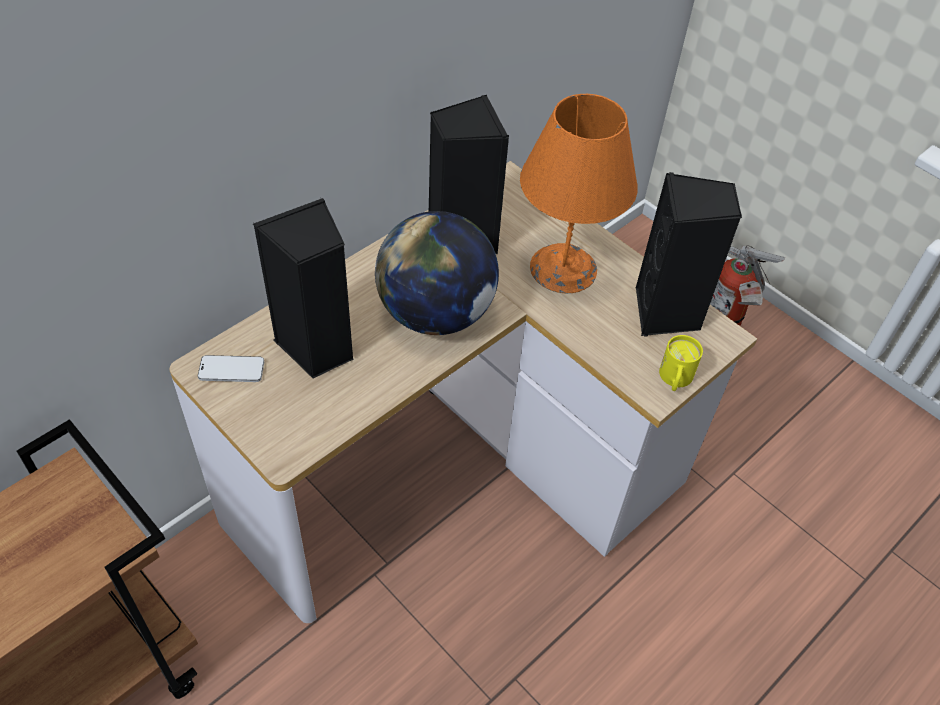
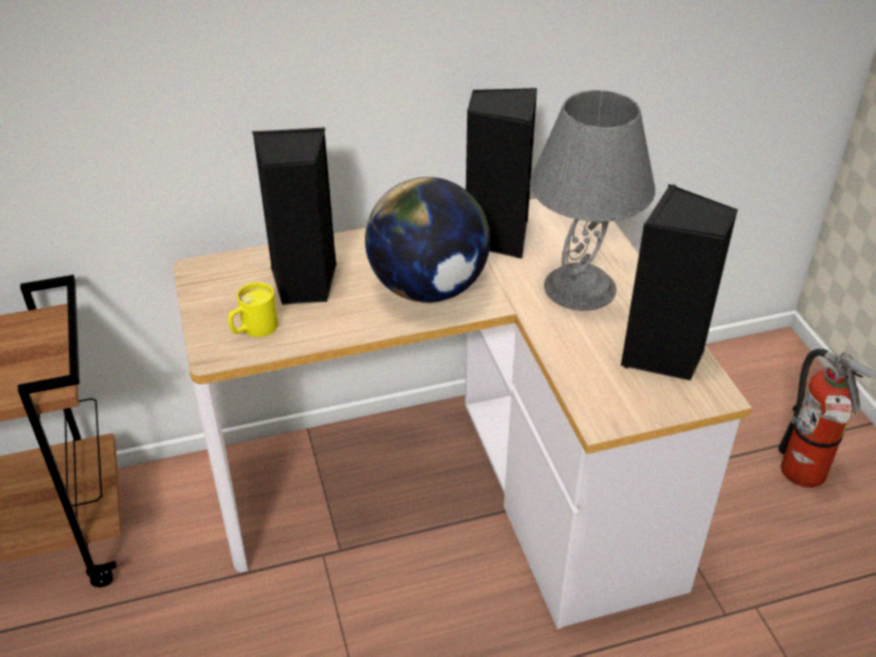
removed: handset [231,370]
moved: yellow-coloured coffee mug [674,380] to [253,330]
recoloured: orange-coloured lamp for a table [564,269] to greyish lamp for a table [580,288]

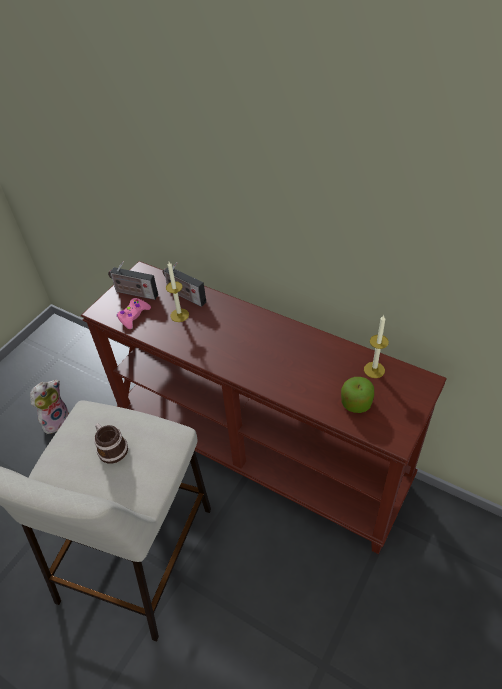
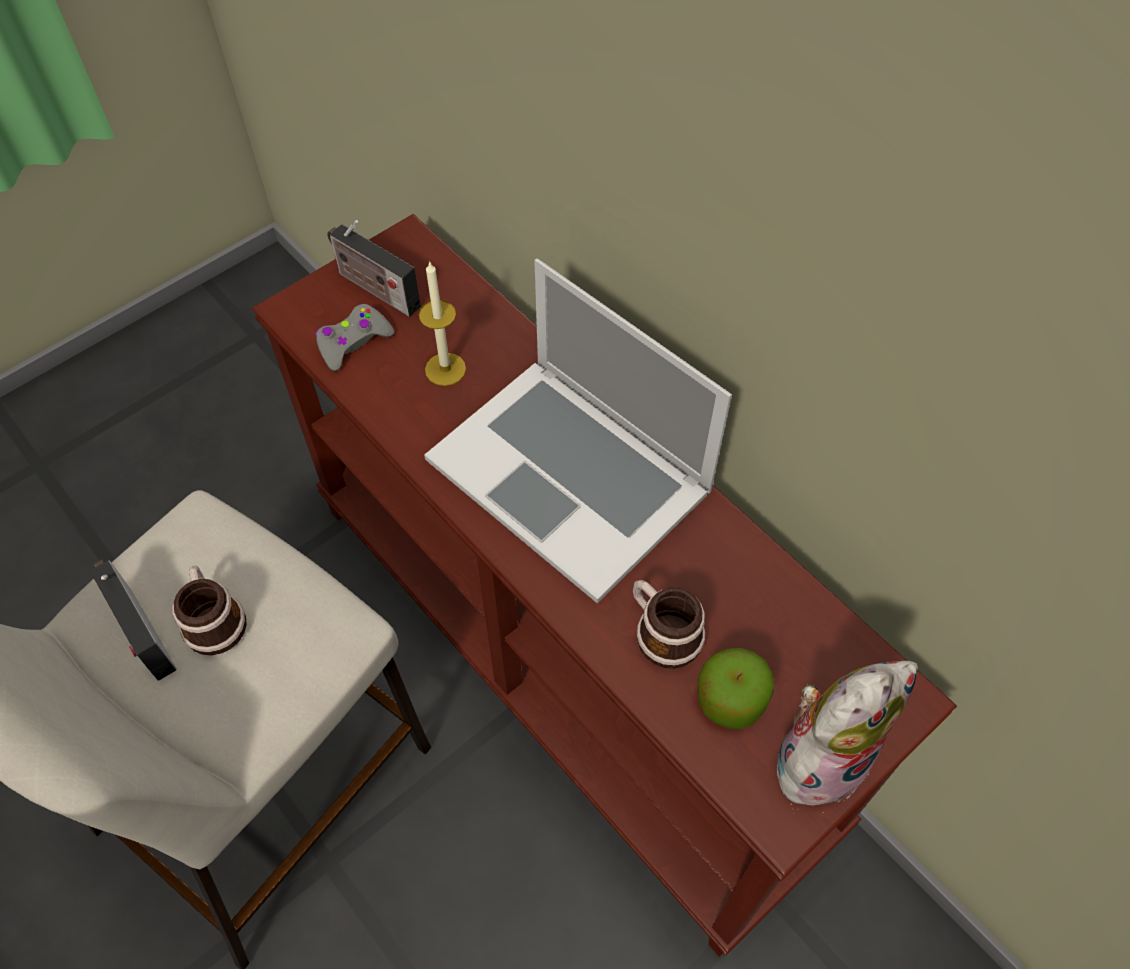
removed: wax light [374,370]
added: portable computer [569,473]; coffee mug [662,631]
moved: radio receiver [184,295] to [140,630]; soft toy [56,420] to [821,756]
recoloured: pink-coloured joypad [133,316] to greyish joypad [353,342]

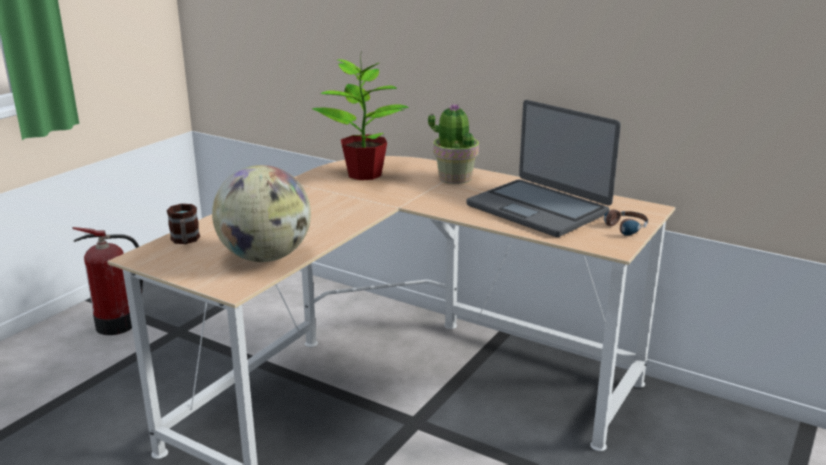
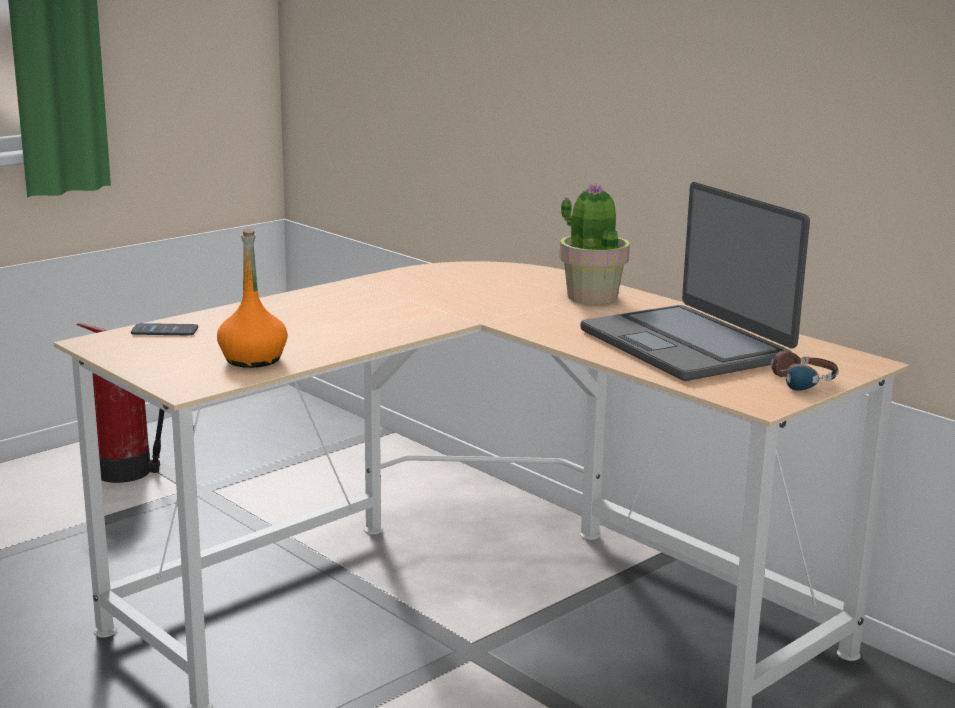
removed: plant in a pot [365,174]
replaced: coffee mug [185,241] to handset [164,331]; world globe [265,257] to orange-coloured drink bottle [253,359]

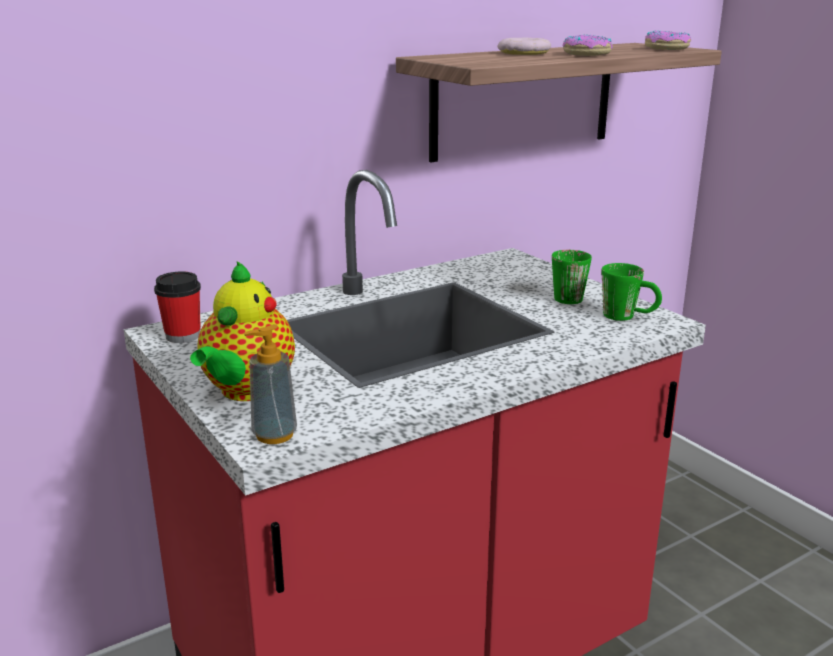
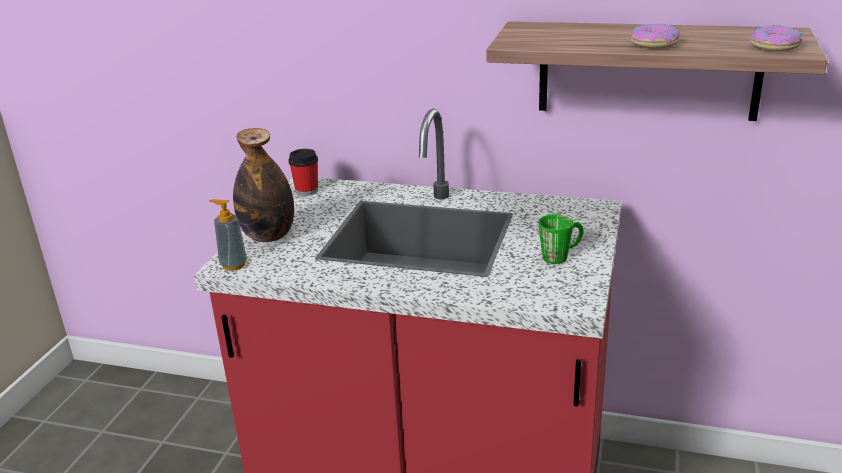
removed: ring doughnut [523,53]; greenish coffee mug [628,317]
replaced: teapot [246,391] to drink bottle [268,236]

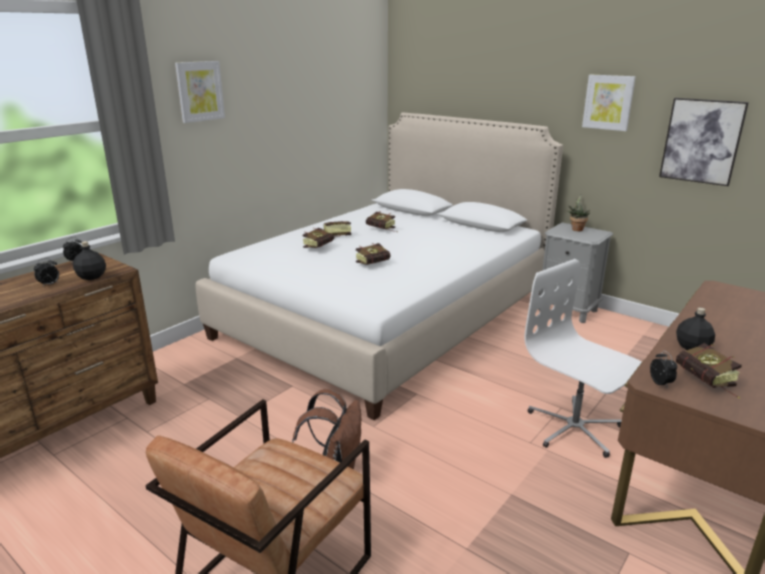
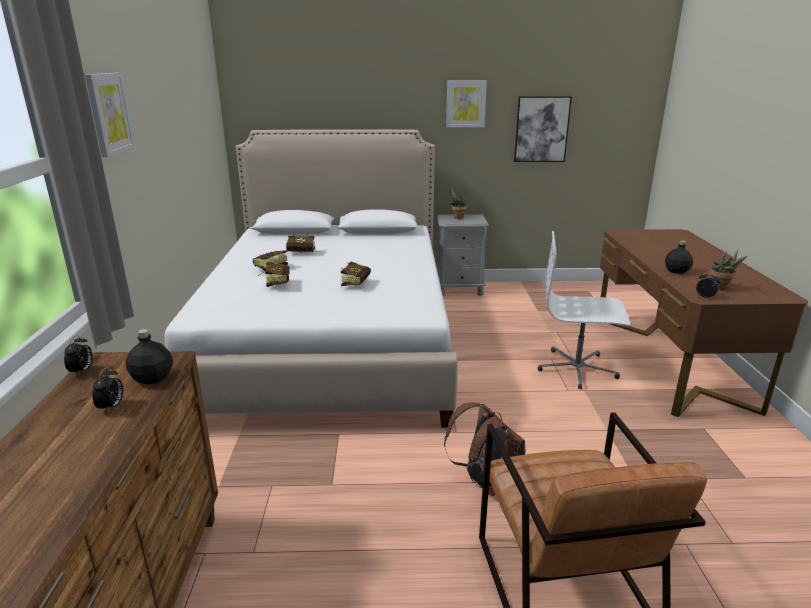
replaced: book [708,383] to plant in a pot [721,288]

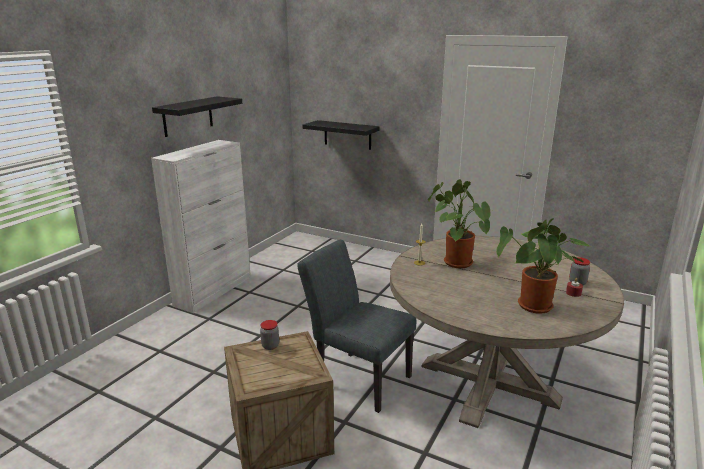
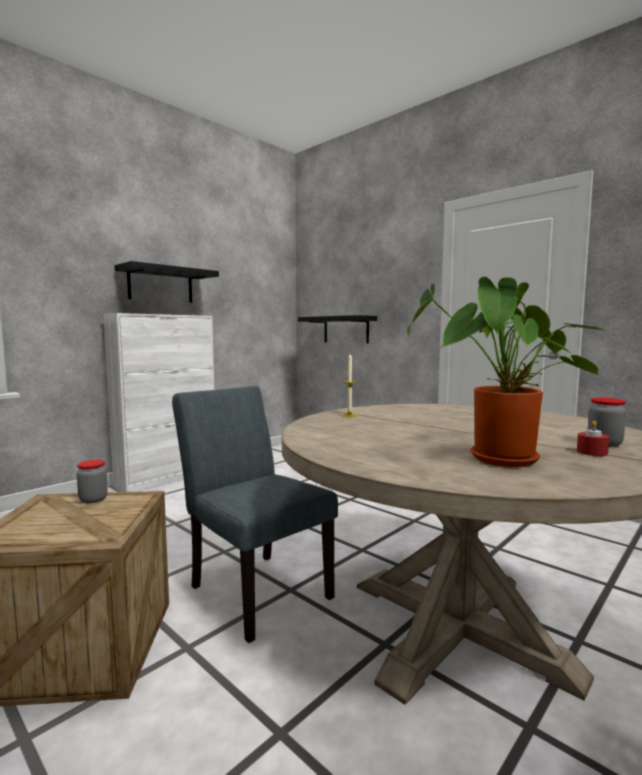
removed: plant in a pot [455,262]

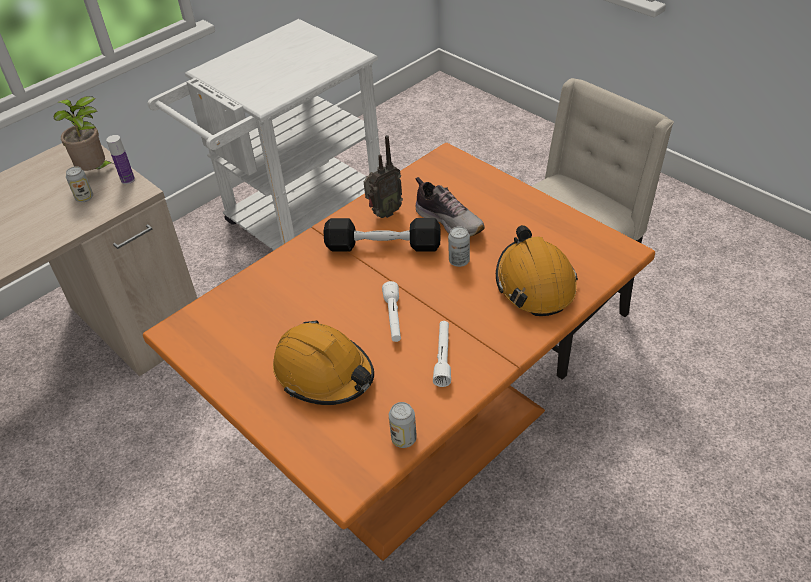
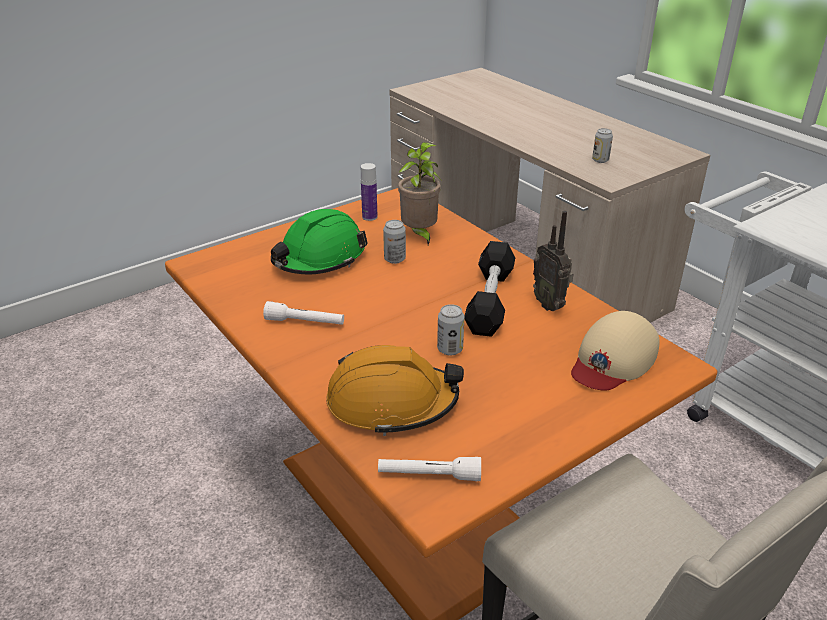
removed: item of footwear [449,221]
added: beige-coloured cap [613,359]
moved: drink bottle [127,180] to [369,217]; white hand torch [393,318] to [429,475]; sealed can [404,439] to [394,259]; plant in a pot [96,172] to [419,235]
recoloured: orange-coloured hard hat [324,373] to greenish hard hat [319,258]

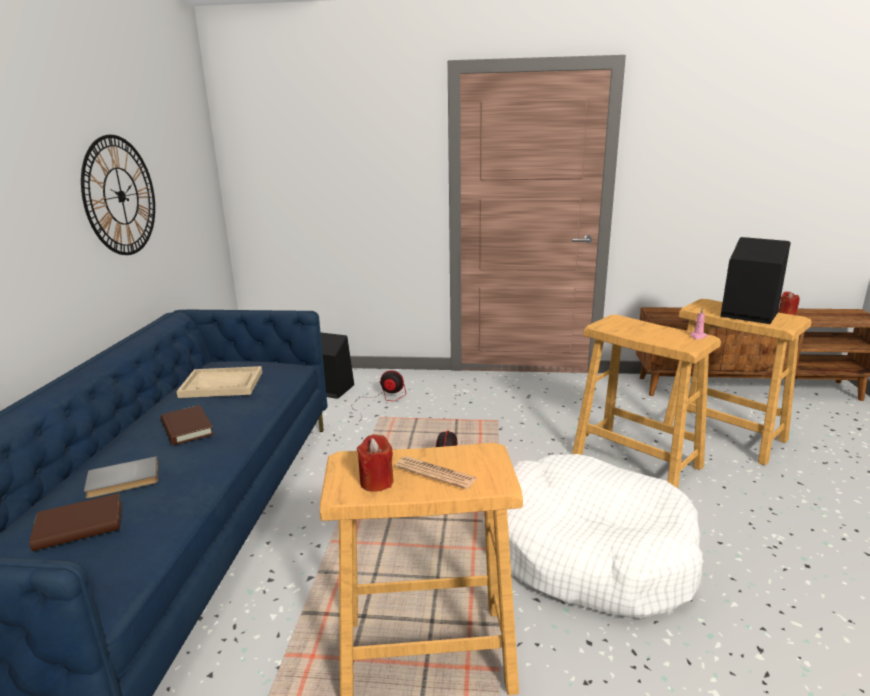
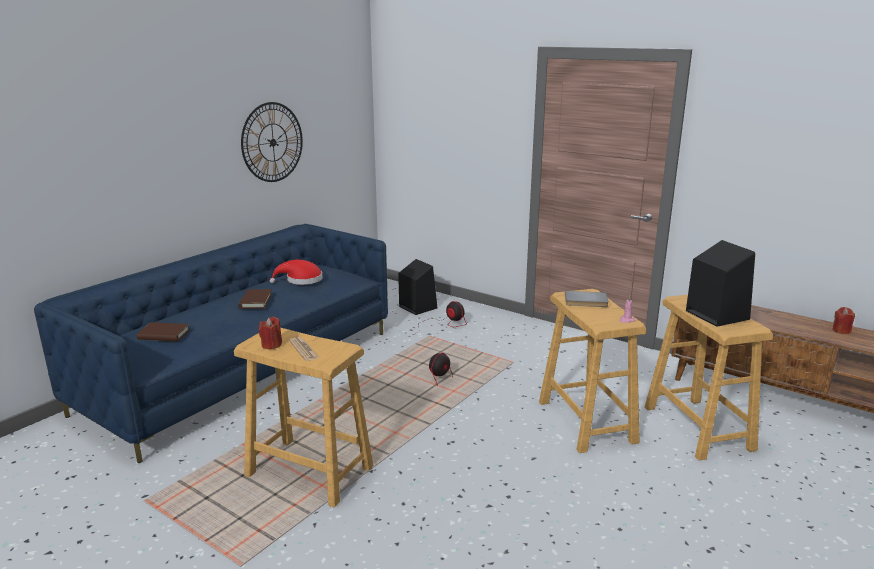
removed: white dog bed [586,552]
moved: greyish book [123,481] to [586,301]
replaced: beige-coloured serving tray [222,384] to reddish clothing hat [301,280]

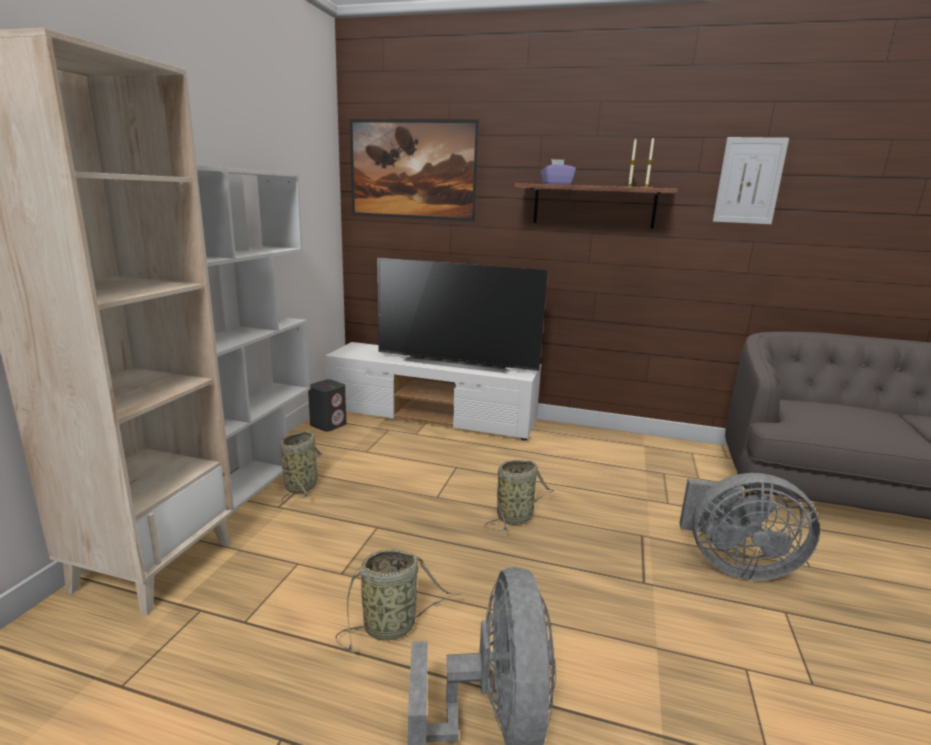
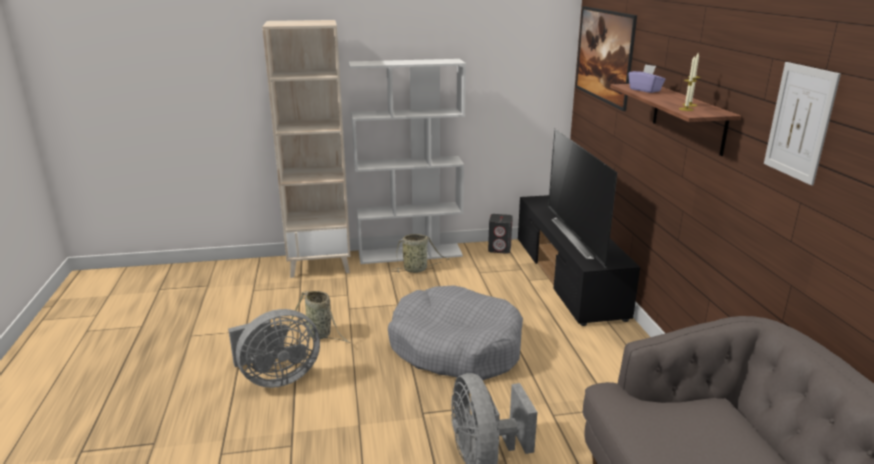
replaced: household basket [516,517] to greyish dog bed [455,347]
recoloured: white media console [433,416] to black-coloured media console [568,277]

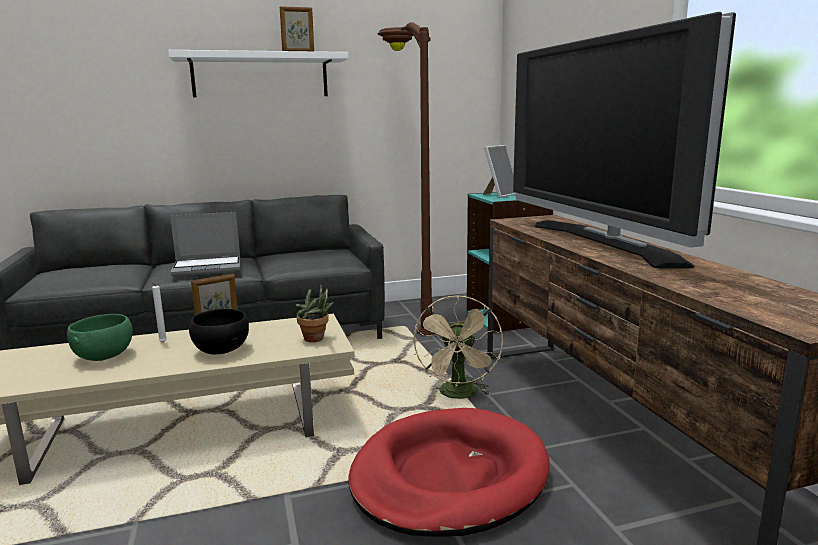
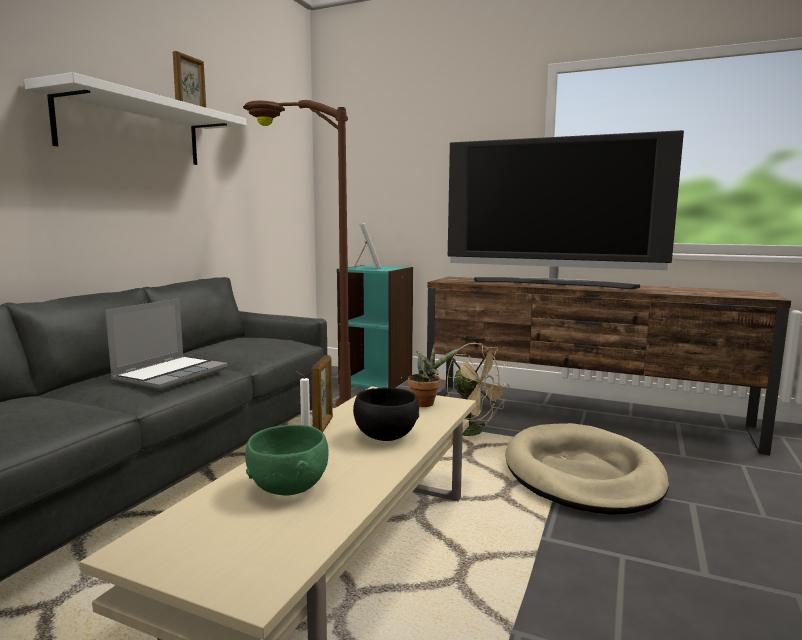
recoloured: reddish dog bed [449,476] to beige-coloured dog bed [582,474]

